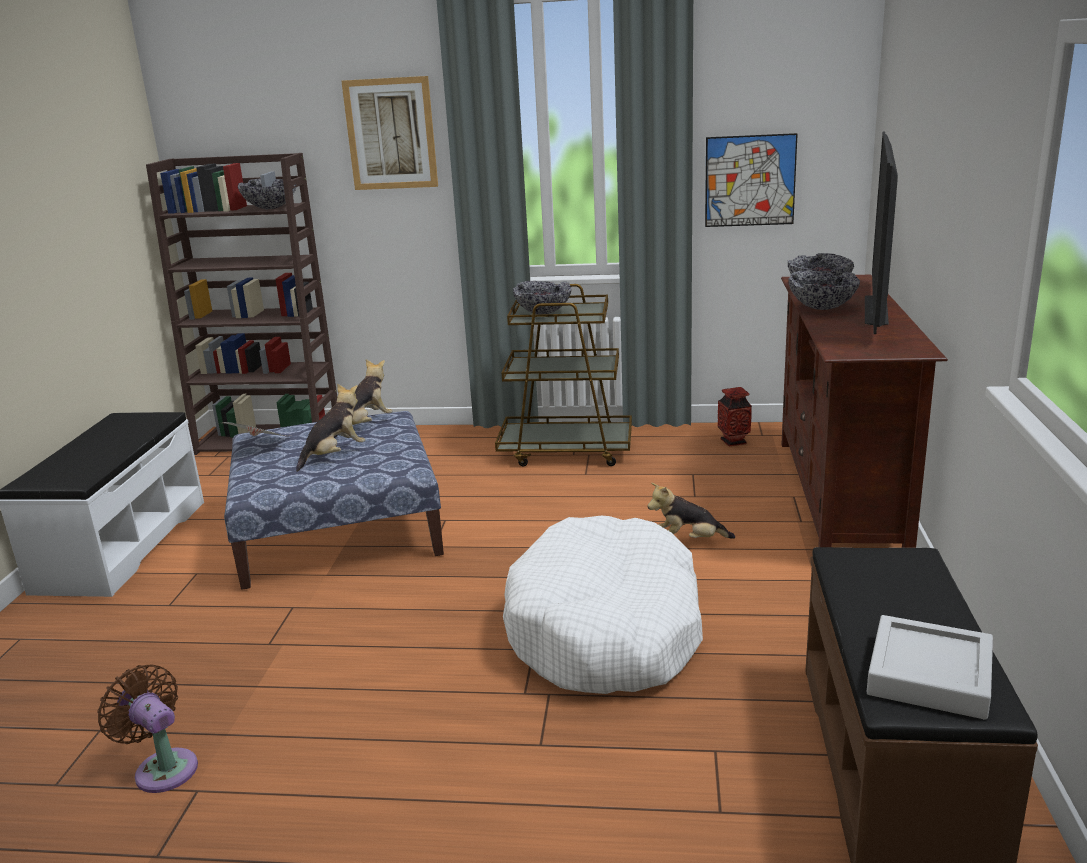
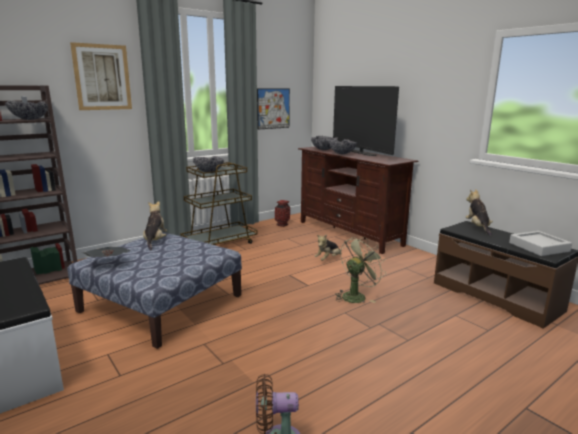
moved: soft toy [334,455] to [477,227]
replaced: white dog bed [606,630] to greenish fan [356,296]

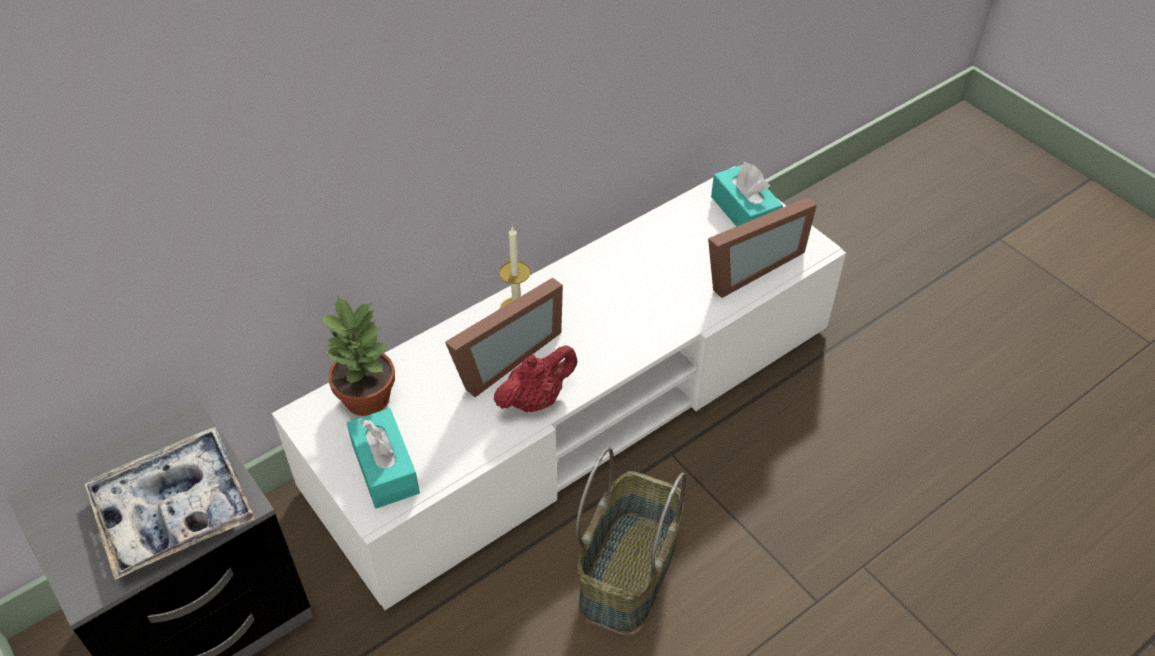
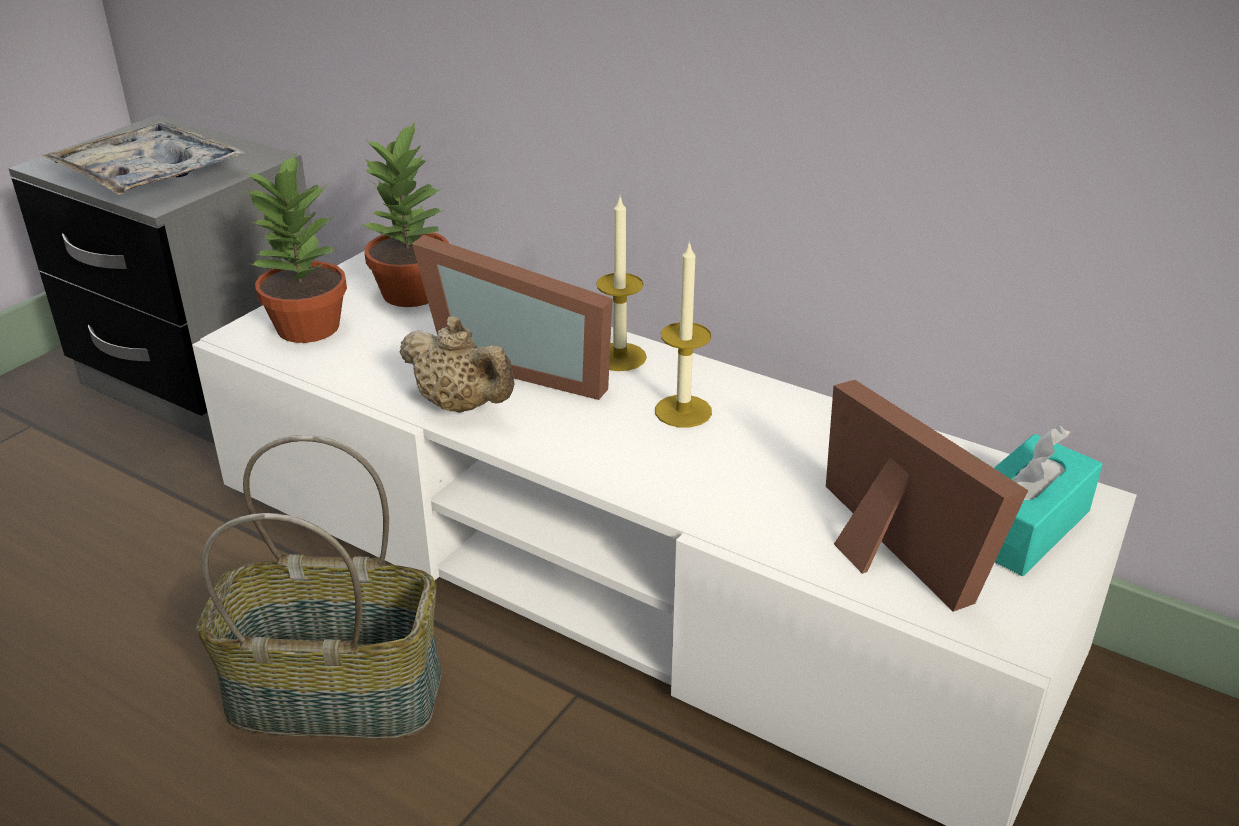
added: wax light [683,411]
replaced: blue-green tissue holder [385,468] to plant in a pot [306,328]
recoloured: reddish teapot [536,399] to beige-coloured teapot [461,406]
turned: standing frame [747,266] = [883,554] 150 degrees counterclockwise

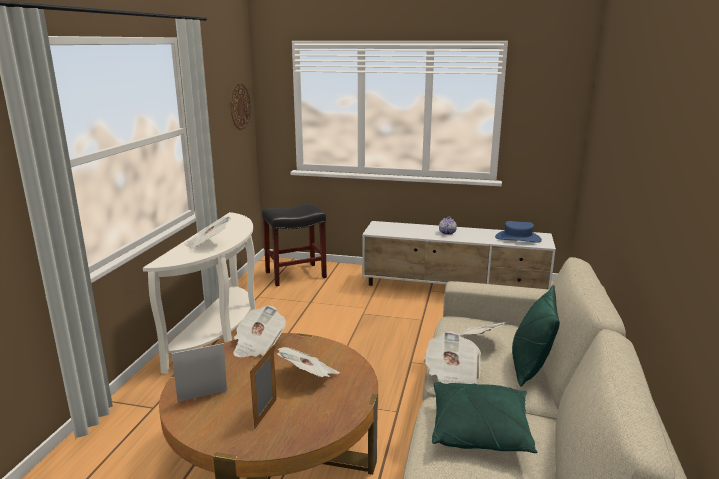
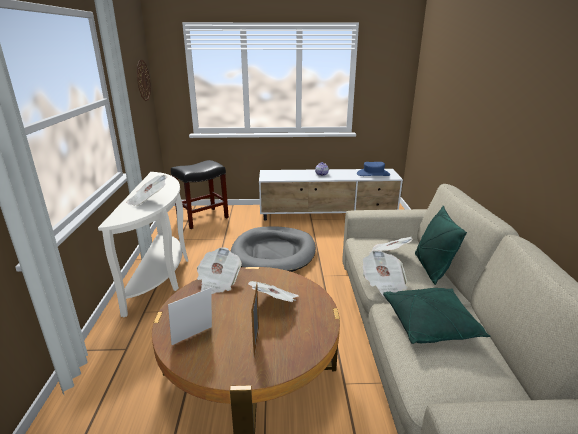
added: greyish dog bed [274,253]

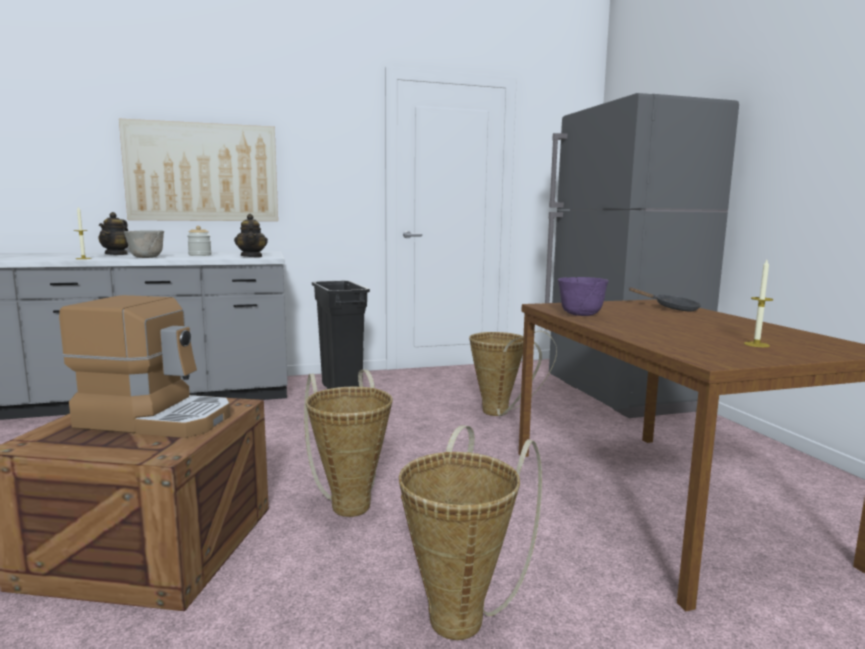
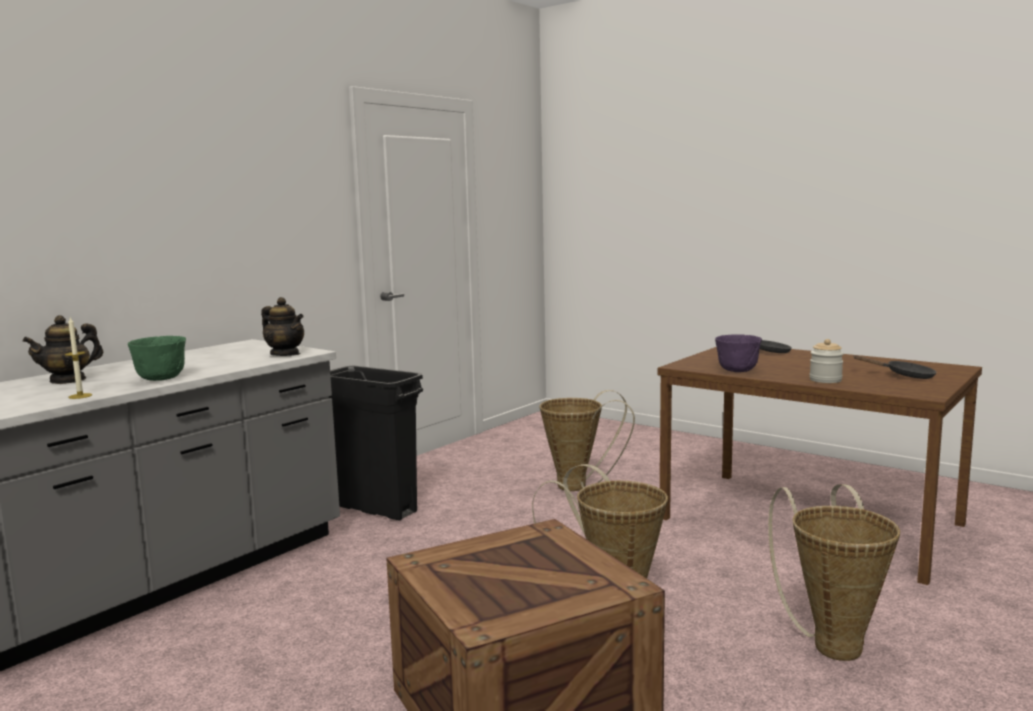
removed: coffee machine [157,419]; wall art [202,172]; greyish kitchen fridge [620,397]
moved: preserve jar [200,255] to [825,380]
replaced: wax light [756,344] to black-coloured frying pan [905,376]
recoloured: greyish bowl [146,257] to greenish bowl [162,379]
turned: teapot [117,254] = [68,380] 75 degrees clockwise

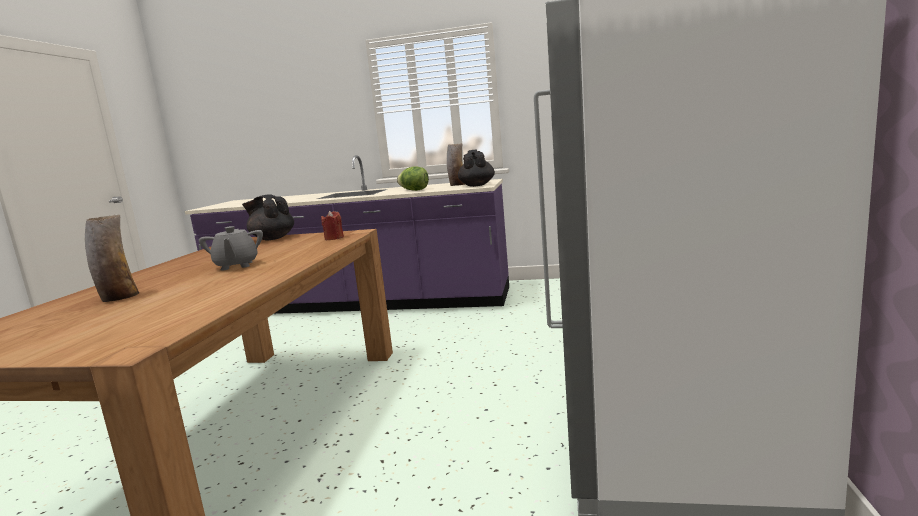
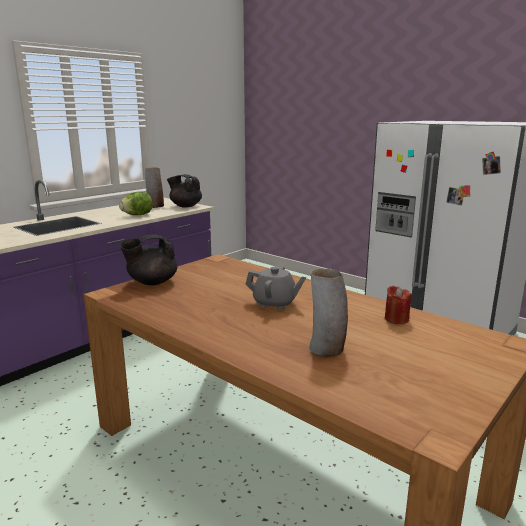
moved: reddish wax light [334,238] to [396,319]

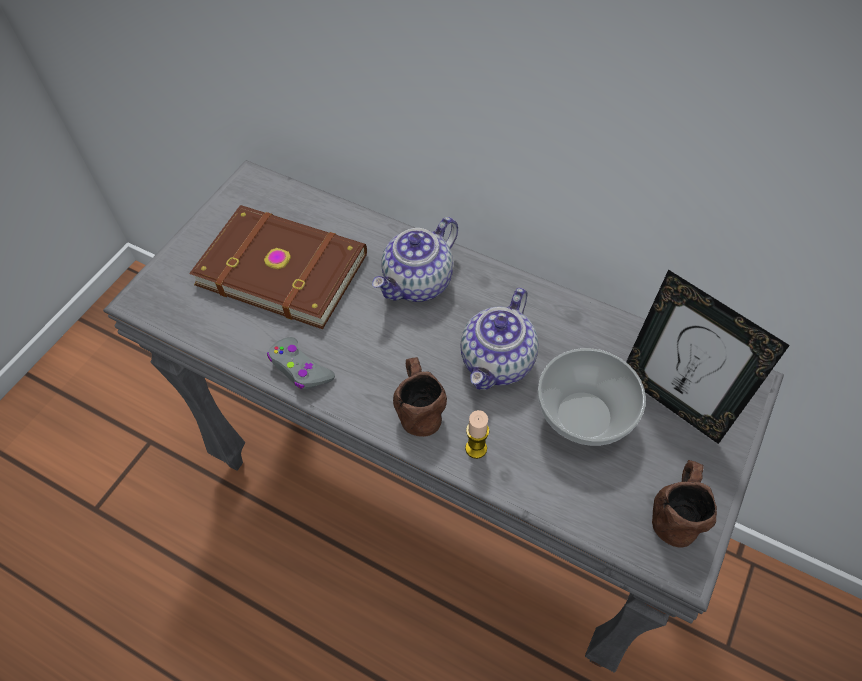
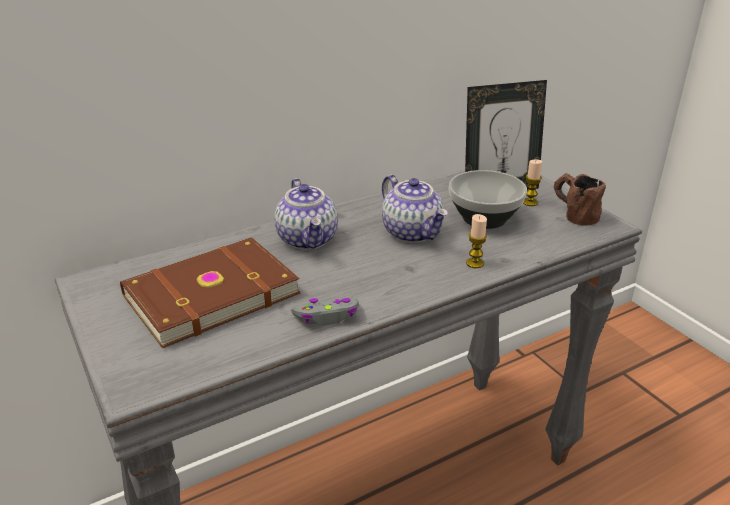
removed: brown coffee mug [417,406]
added: wax light [530,202]

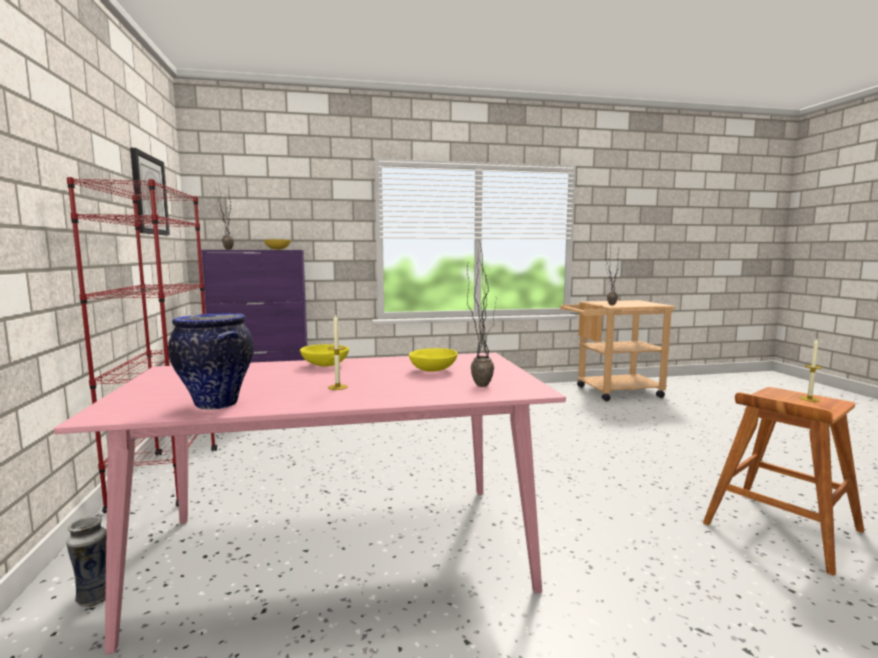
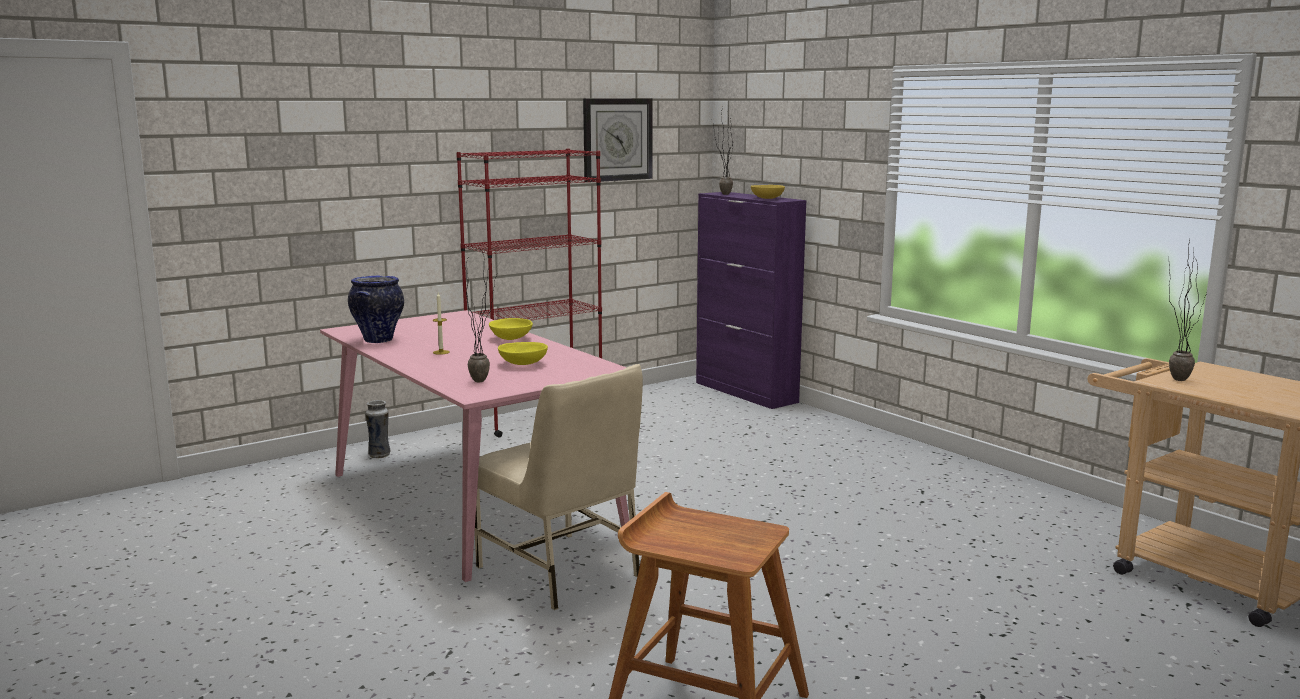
removed: wax light [809,399]
added: beige-coloured upright chair [561,571]

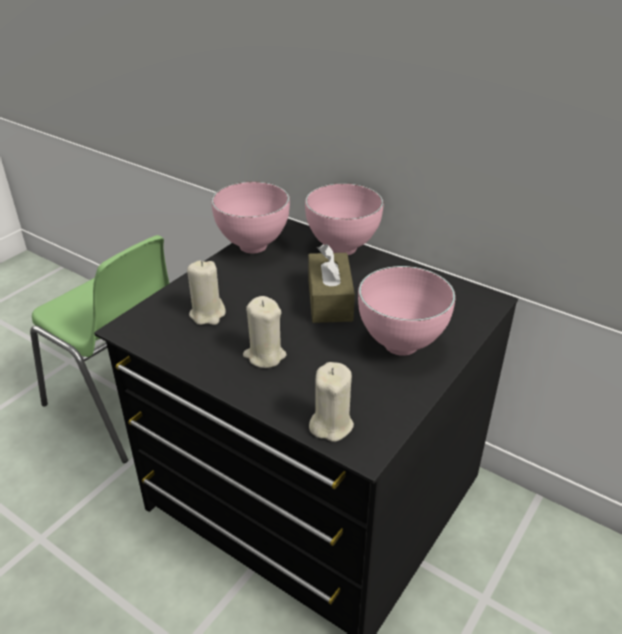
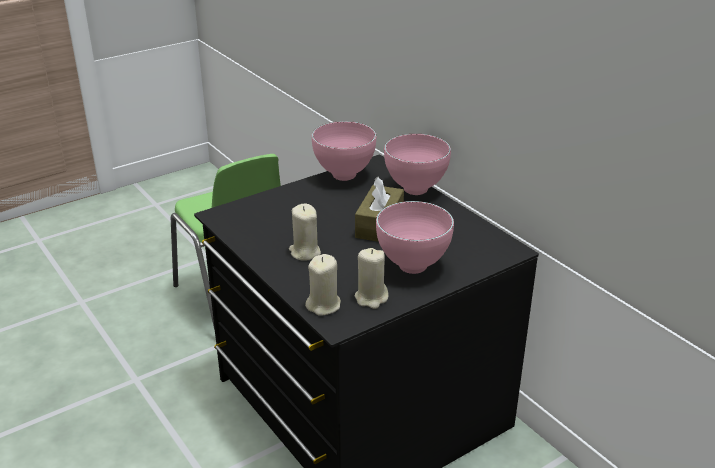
moved: beige-coloured wax light [207,314] to [371,298]

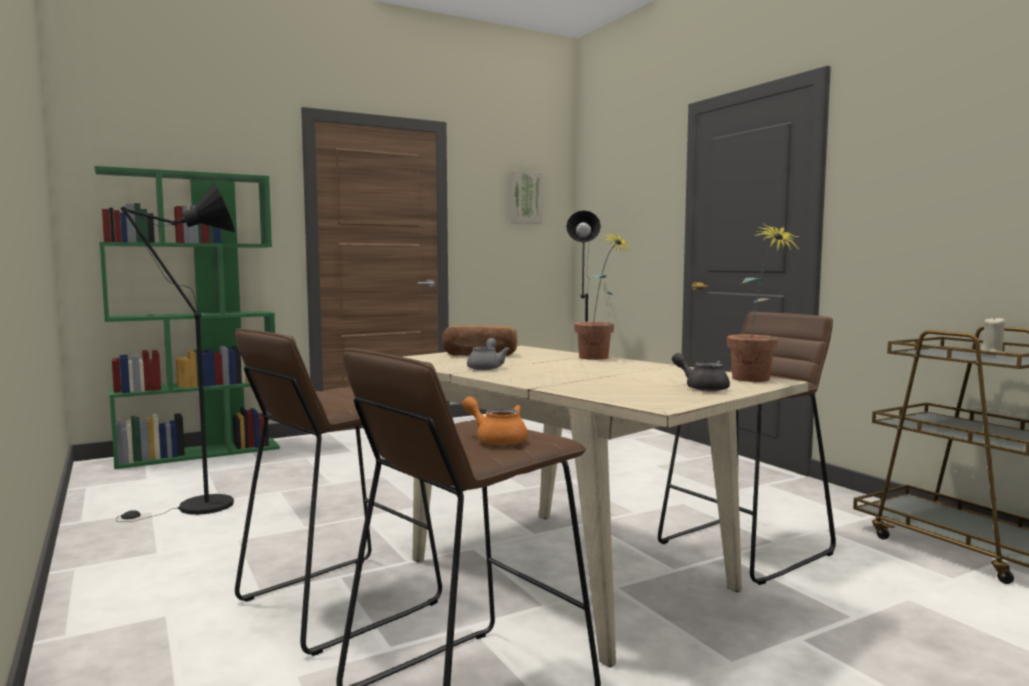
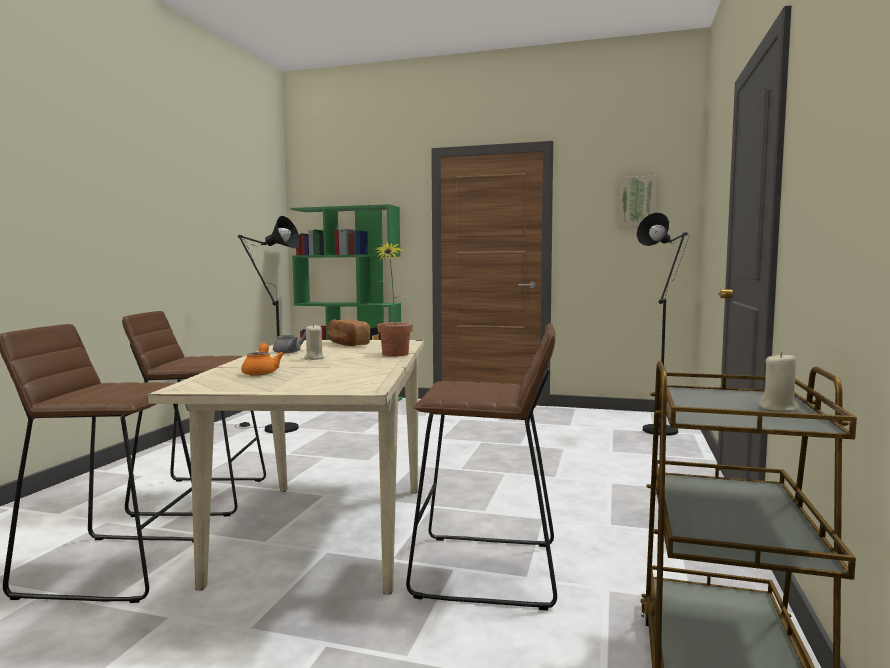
removed: greyish teapot [702,388]; plant in a pot [756,380]
added: beige-coloured wax light [314,358]
moved: orange-coloured teapot [497,440] to [261,372]

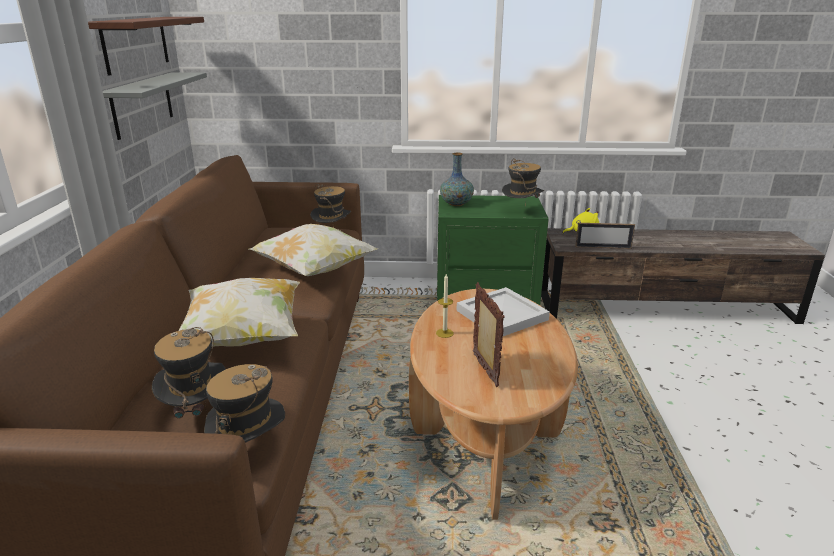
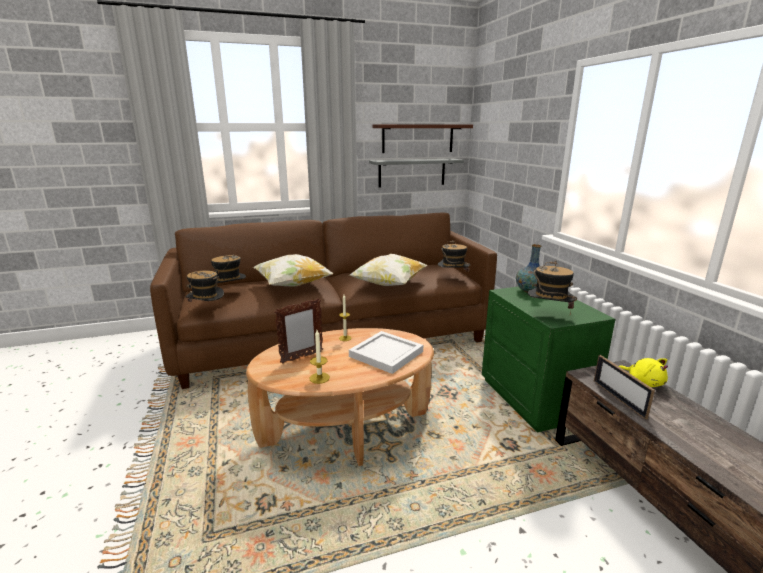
added: wax light [319,378]

